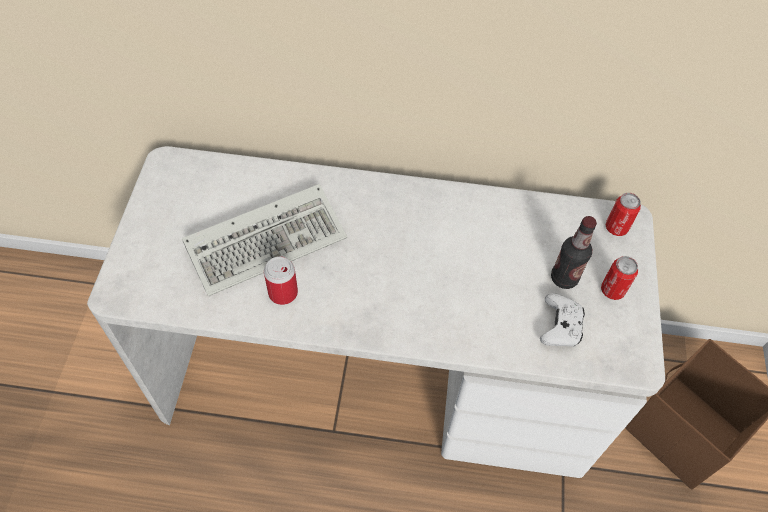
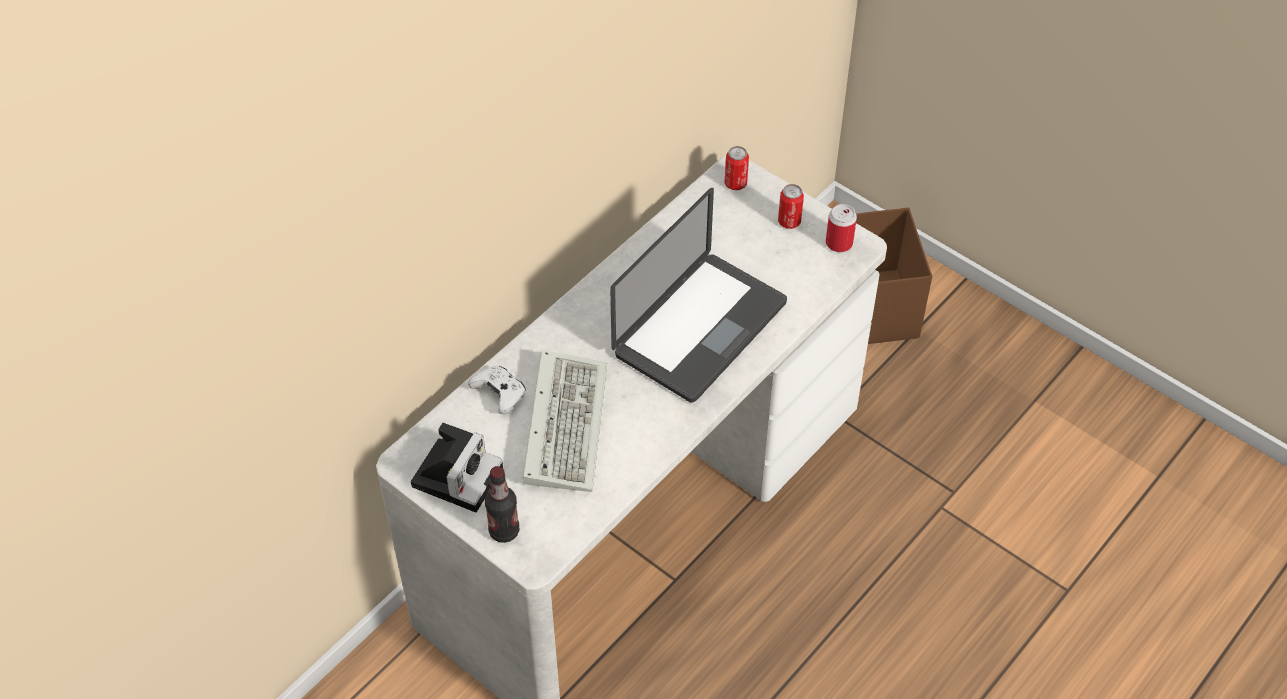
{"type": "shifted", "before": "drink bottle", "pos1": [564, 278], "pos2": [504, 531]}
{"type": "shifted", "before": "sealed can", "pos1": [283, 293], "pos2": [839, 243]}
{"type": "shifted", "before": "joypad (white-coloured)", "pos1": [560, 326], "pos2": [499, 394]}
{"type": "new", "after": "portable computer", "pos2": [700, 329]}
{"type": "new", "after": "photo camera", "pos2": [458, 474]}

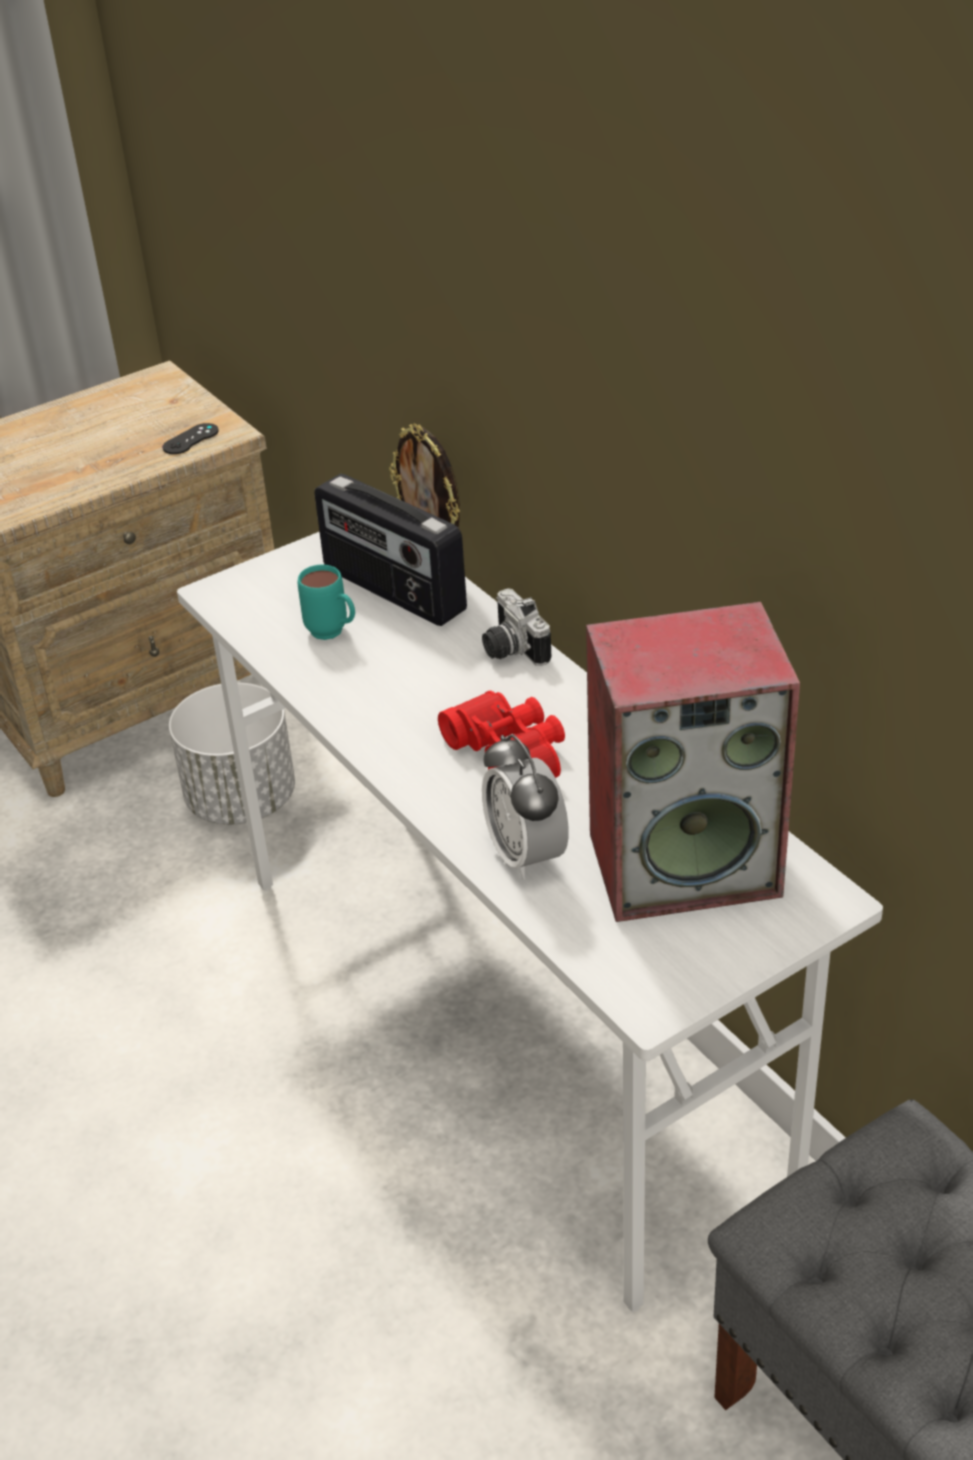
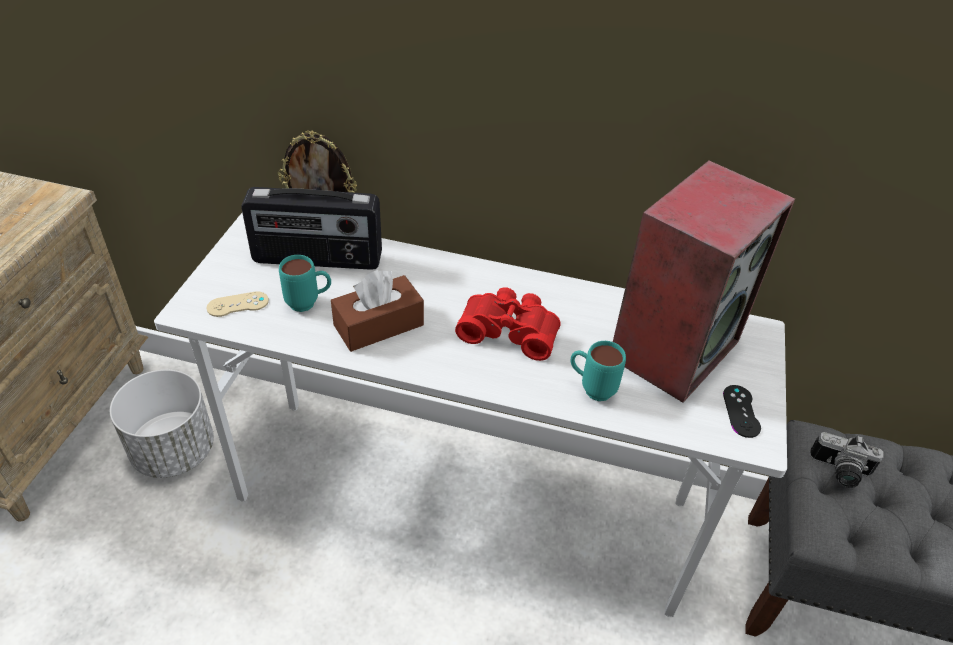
{"type": "shifted", "before": "joypad (black)", "pos1": [190, 439], "pos2": [741, 411]}
{"type": "shifted", "before": "photo camera", "pos1": [510, 649], "pos2": [839, 472]}
{"type": "swapped", "before": "table clock", "after": "mug (turquoise)", "pos1": [526, 855], "pos2": [591, 388]}
{"type": "new", "after": "tissue holder (brown-coloured)", "pos2": [378, 325]}
{"type": "new", "after": "joypad (beige-coloured)", "pos2": [238, 304]}

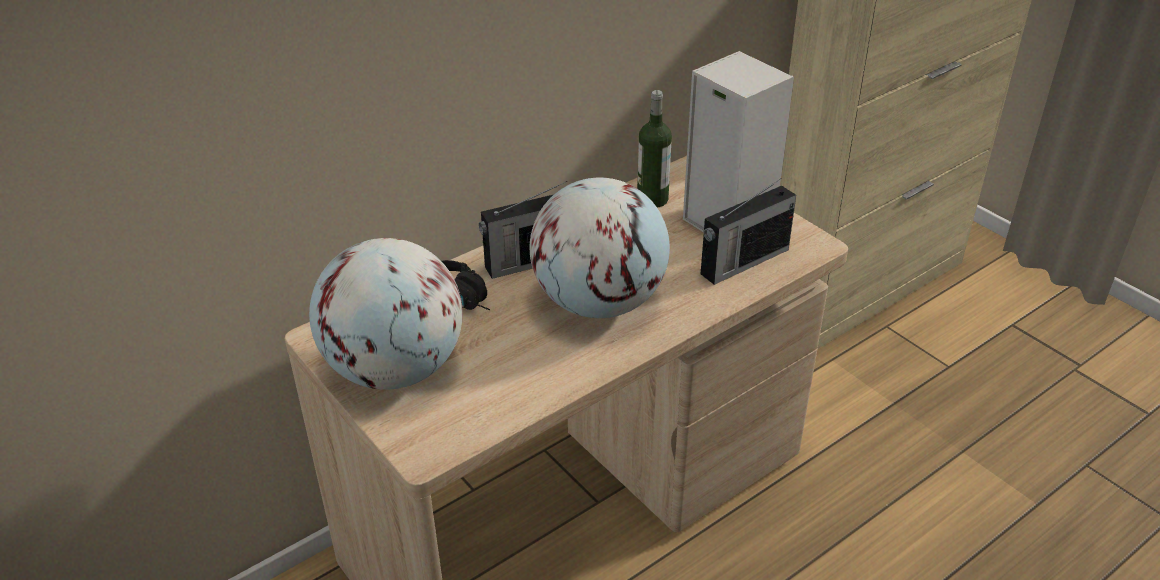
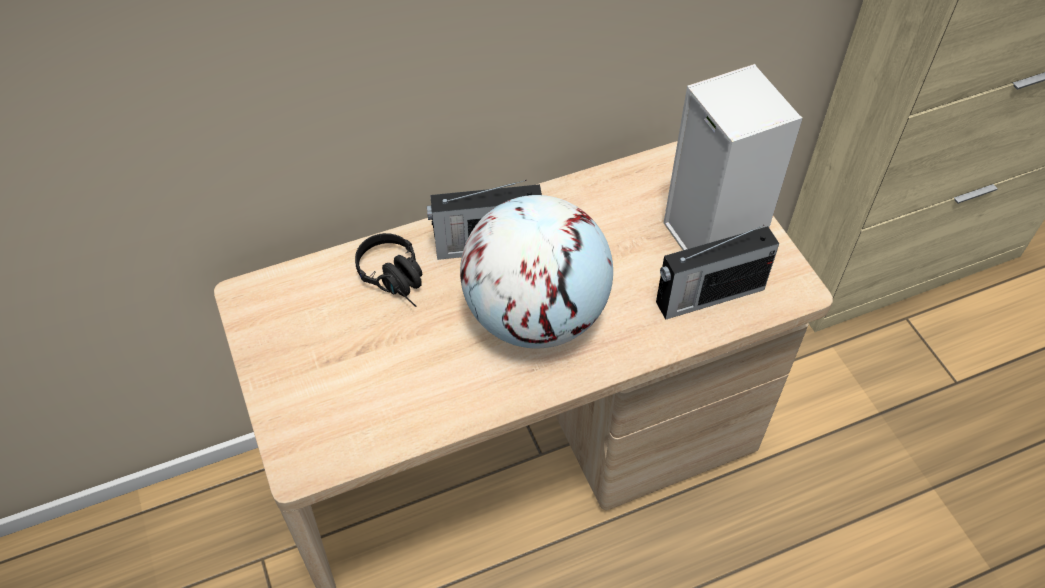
{"type": "gone", "before": "drink bottle", "pos1": [652, 199]}
{"type": "gone", "before": "world globe", "pos1": [395, 369]}

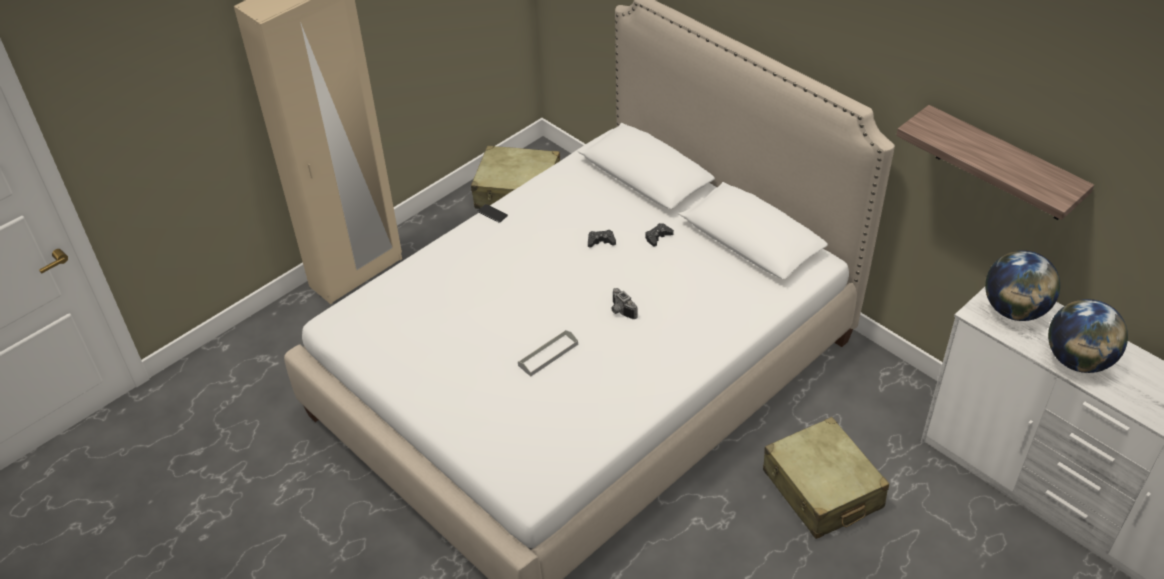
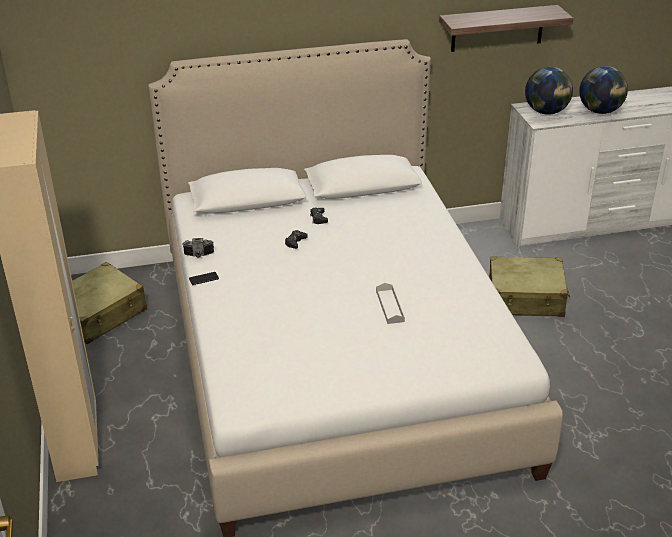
{"type": "shifted", "before": "photo camera", "pos1": [620, 311], "pos2": [198, 255]}

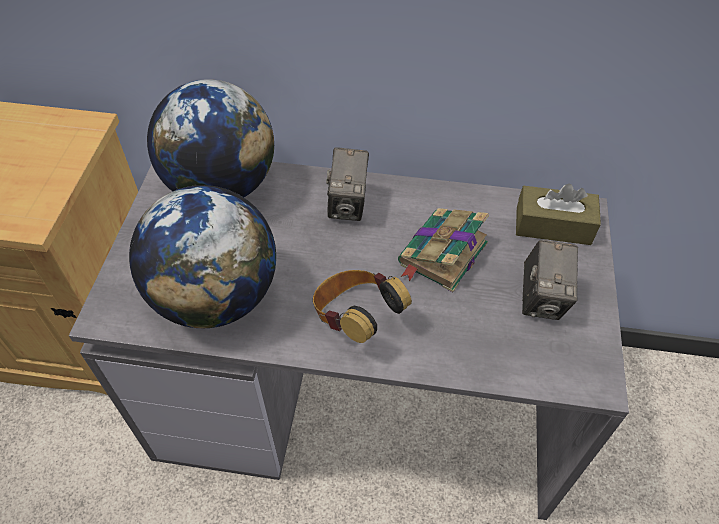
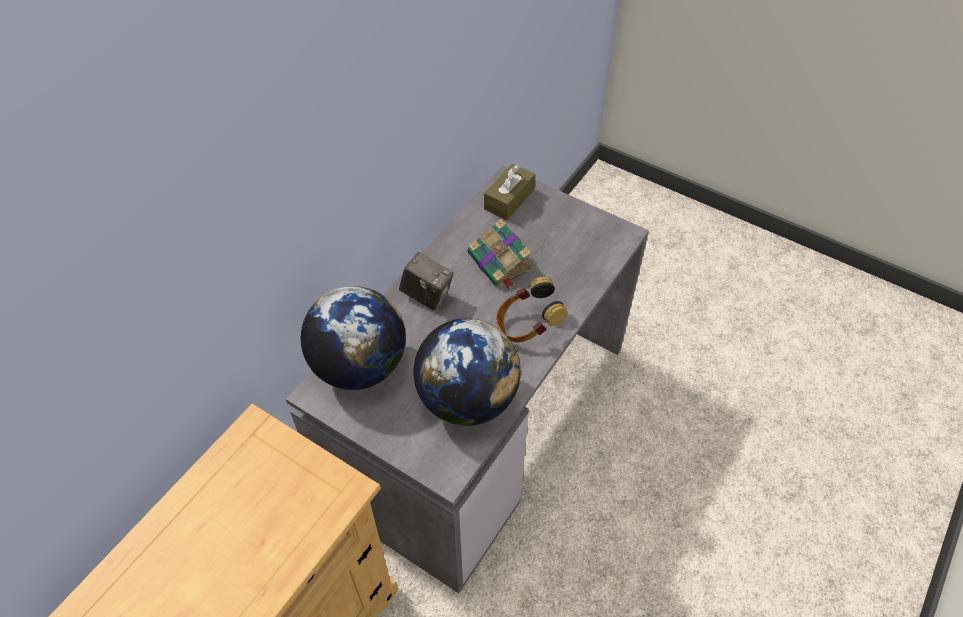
{"type": "gone", "before": "photo camera", "pos1": [542, 298]}

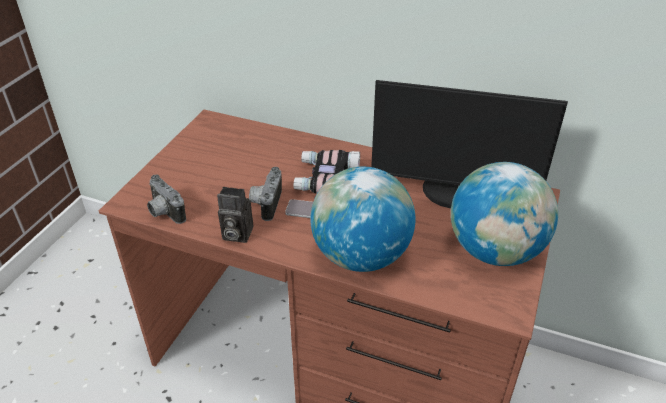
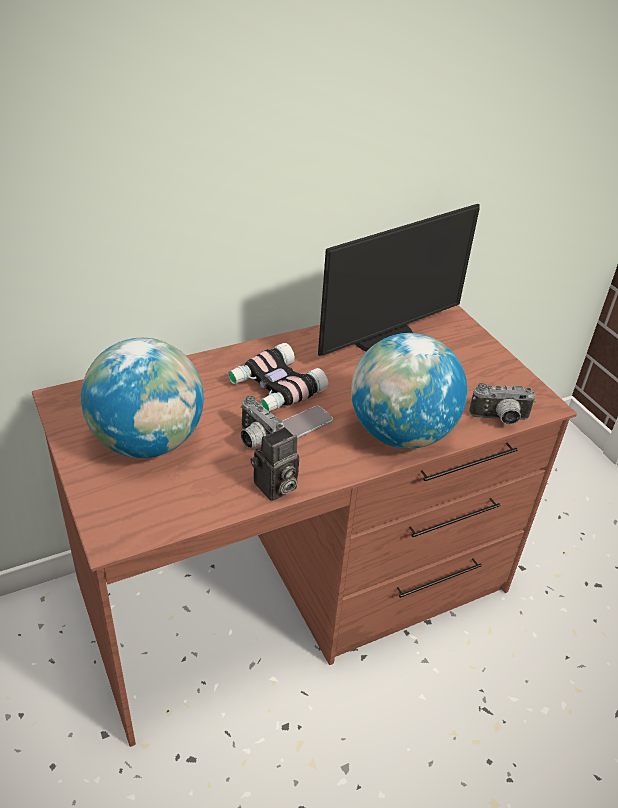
{"type": "shifted", "before": "world globe", "pos1": [495, 251], "pos2": [148, 442]}
{"type": "shifted", "before": "photo camera", "pos1": [164, 213], "pos2": [500, 419]}

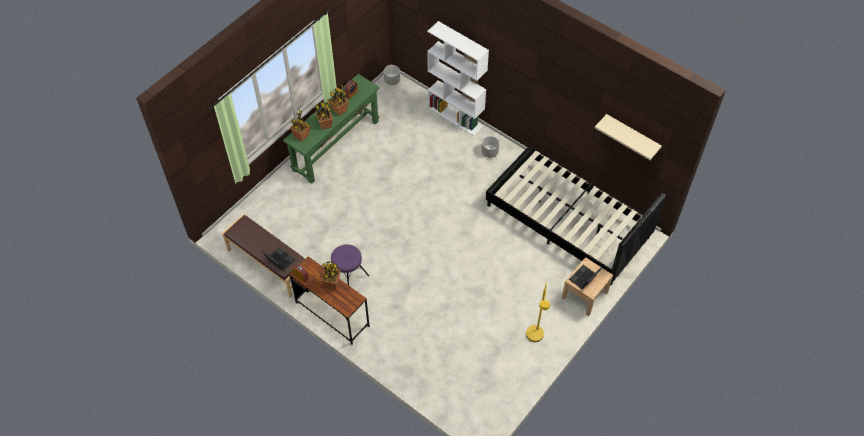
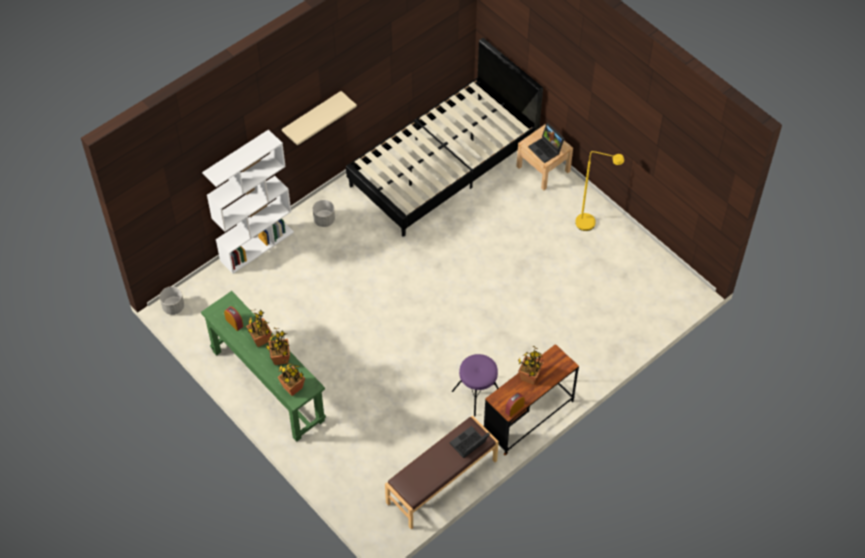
{"type": "shifted", "before": "wall shelf (beige-coloured)", "pos1": [632, 135], "pos2": [312, 116]}

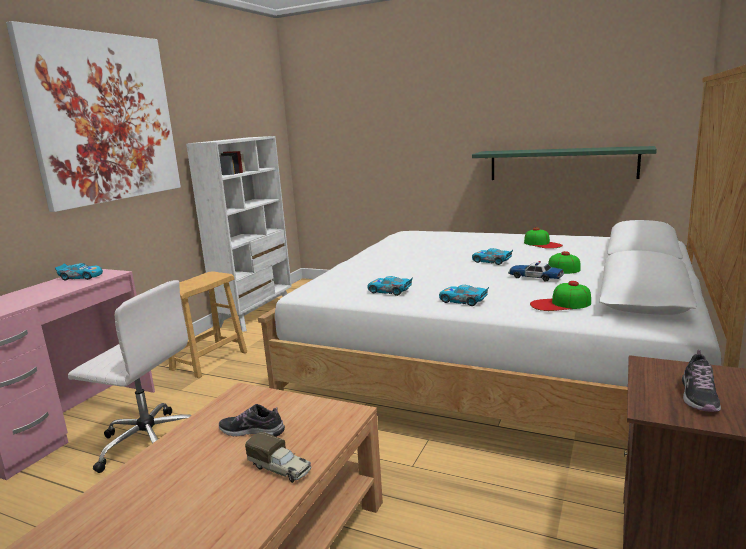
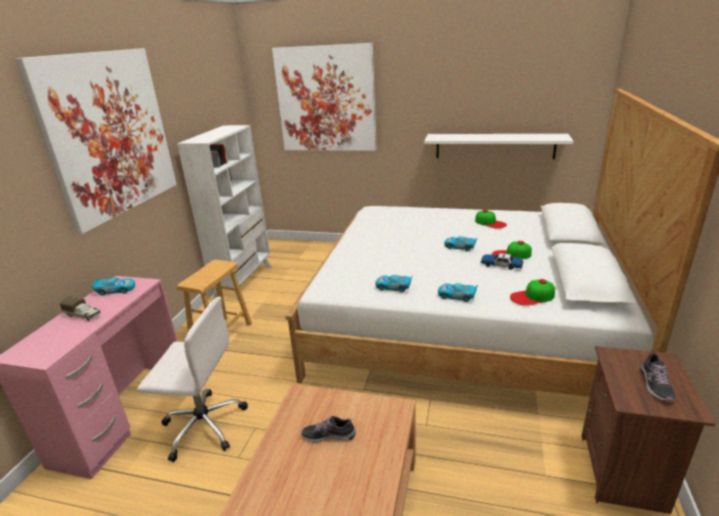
{"type": "repainted", "before": "wall shelf (green-coloured)", "after": "wall shelf (white-coloured)", "pos1": [562, 164], "pos2": [494, 146]}
{"type": "shifted", "before": "toy truck", "pos1": [281, 469], "pos2": [83, 315]}
{"type": "new", "after": "picture", "pos2": [326, 99]}

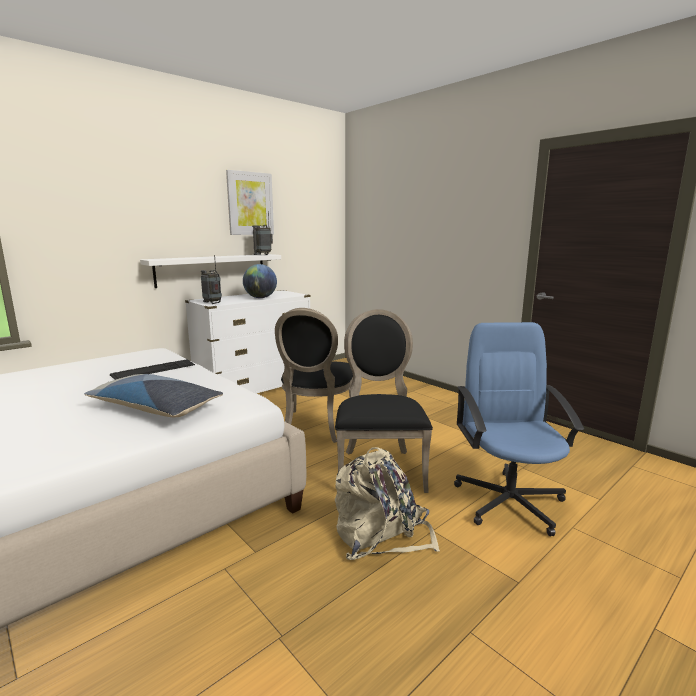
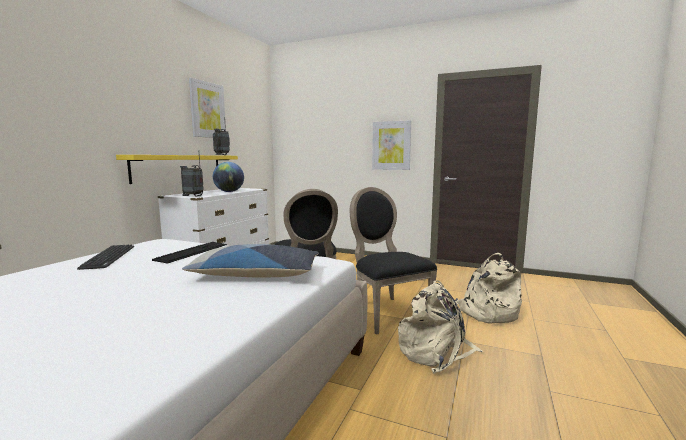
{"type": "repainted", "before": "wall shelf (white-coloured)", "after": "wall shelf (yellow-coloured)", "pos1": [212, 270], "pos2": [179, 168]}
{"type": "swapped", "before": "office chair (blue)", "after": "rucksack (beige-coloured)", "pos1": [509, 501], "pos2": [486, 313]}
{"type": "new", "after": "picture", "pos2": [391, 145]}
{"type": "new", "after": "computer keyboard", "pos2": [109, 257]}

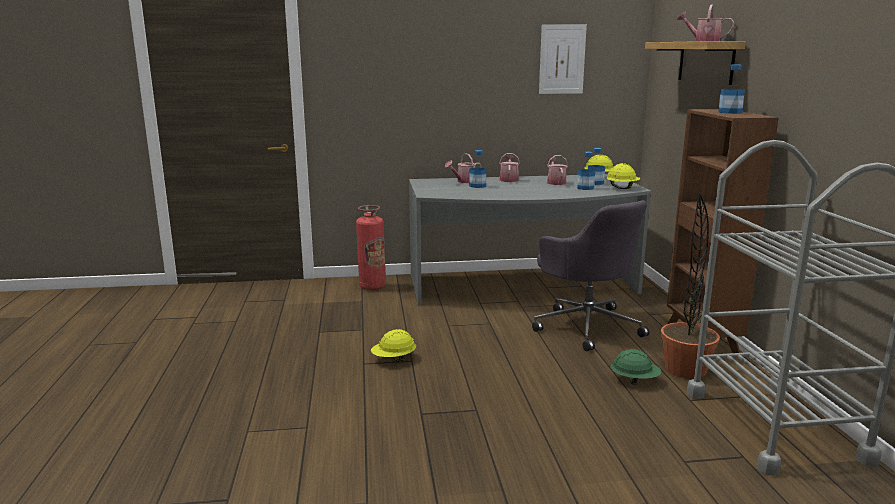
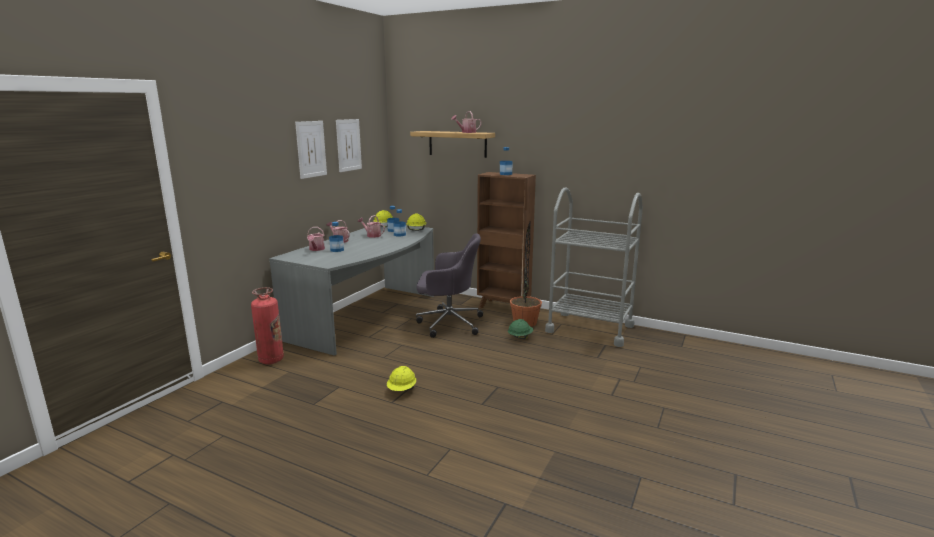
{"type": "new", "after": "picture", "pos2": [311, 149]}

